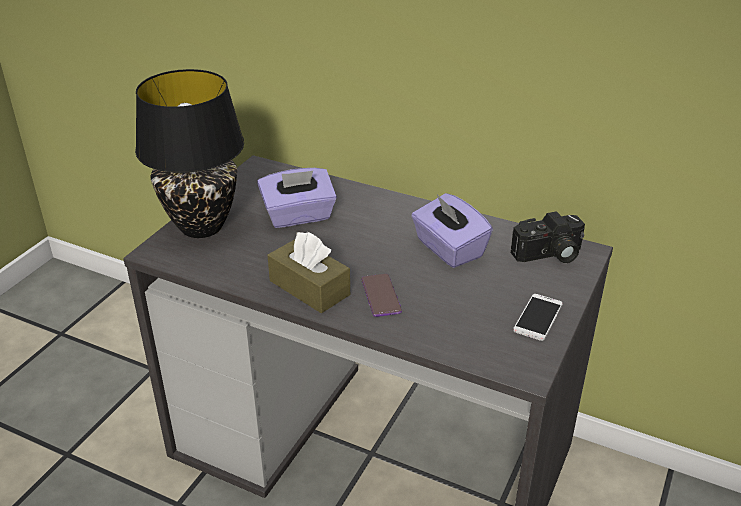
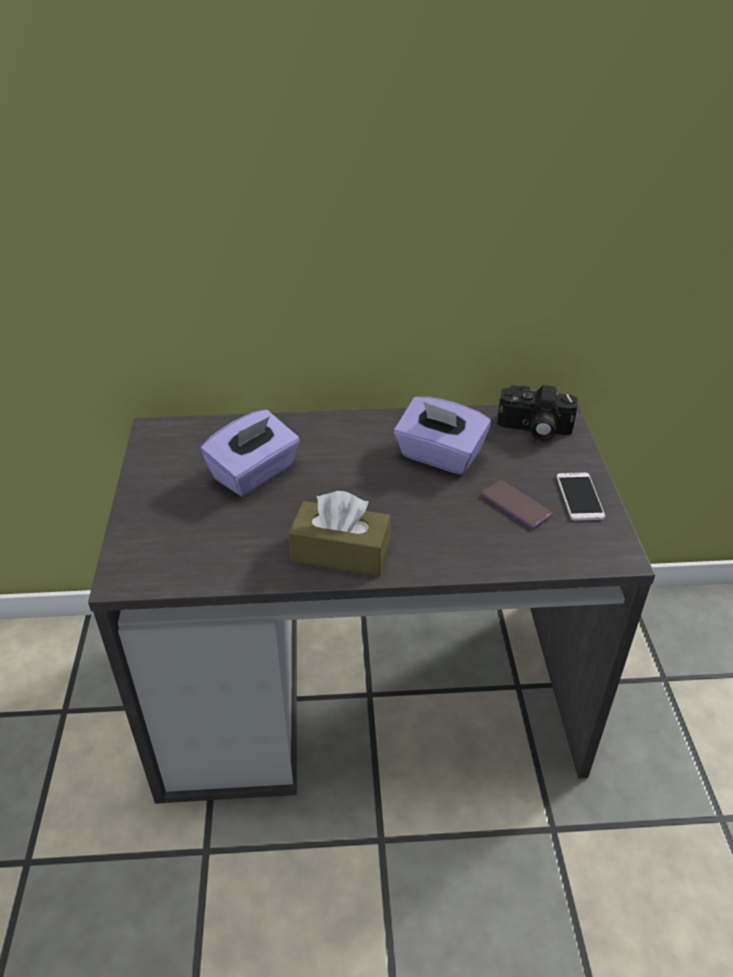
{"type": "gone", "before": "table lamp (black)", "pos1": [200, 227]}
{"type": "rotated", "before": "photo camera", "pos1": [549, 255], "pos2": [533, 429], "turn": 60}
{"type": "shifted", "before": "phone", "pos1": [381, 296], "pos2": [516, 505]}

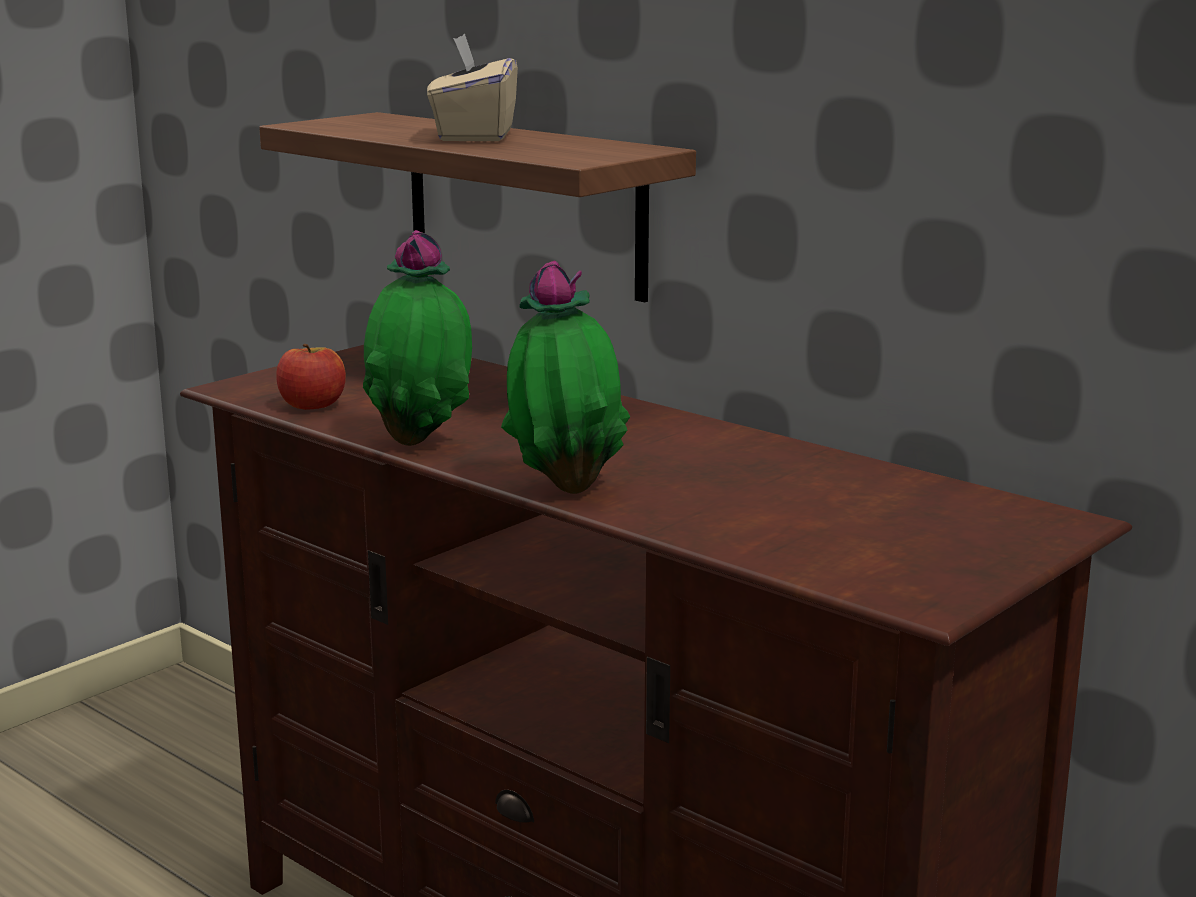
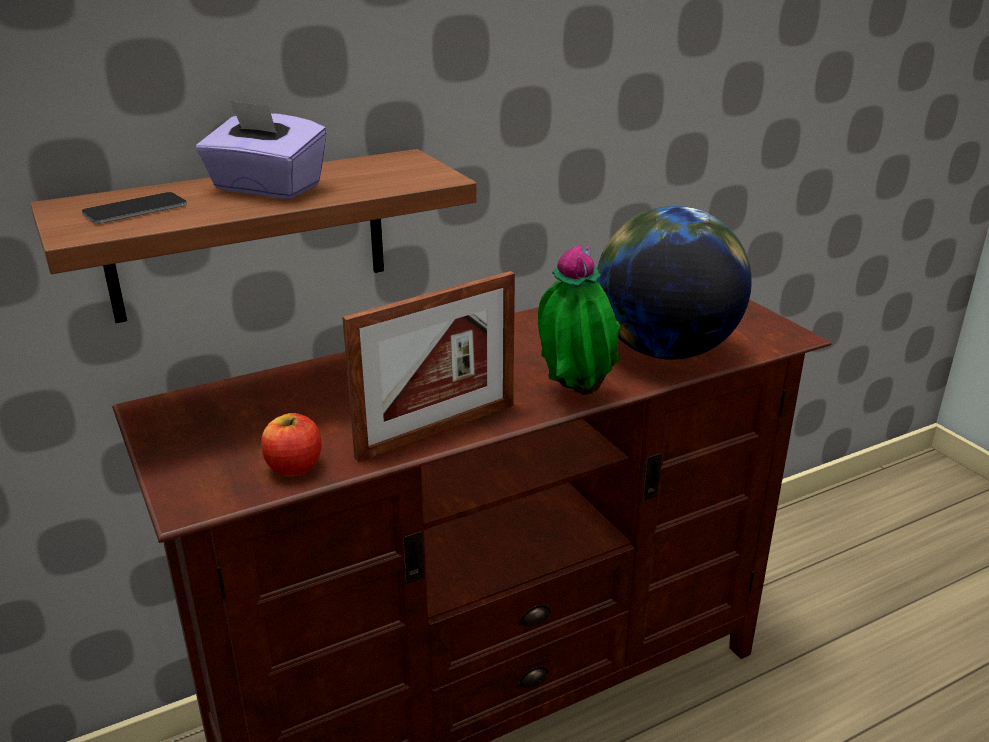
{"type": "repainted", "before": "tissue holder (beige-coloured)", "after": "tissue holder (purple-coloured)", "pos1": [474, 136], "pos2": [266, 188]}
{"type": "swapped", "before": "plant in a pot", "after": "standing frame", "pos1": [422, 442], "pos2": [437, 430]}
{"type": "new", "after": "phone", "pos2": [135, 209]}
{"type": "new", "after": "world globe", "pos2": [664, 350]}

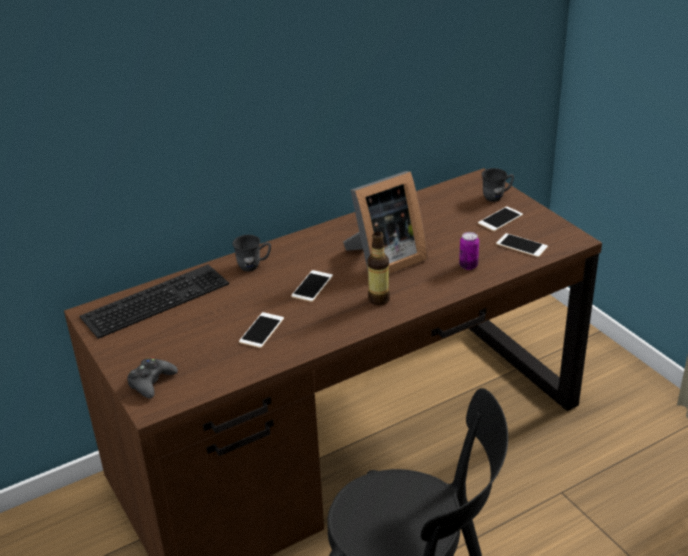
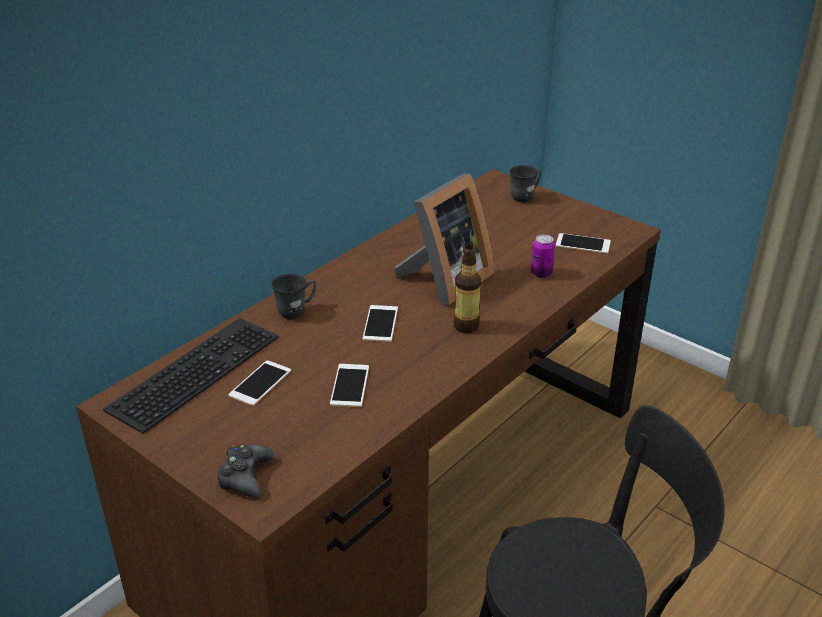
{"type": "shifted", "before": "phone", "pos1": [500, 219], "pos2": [260, 383]}

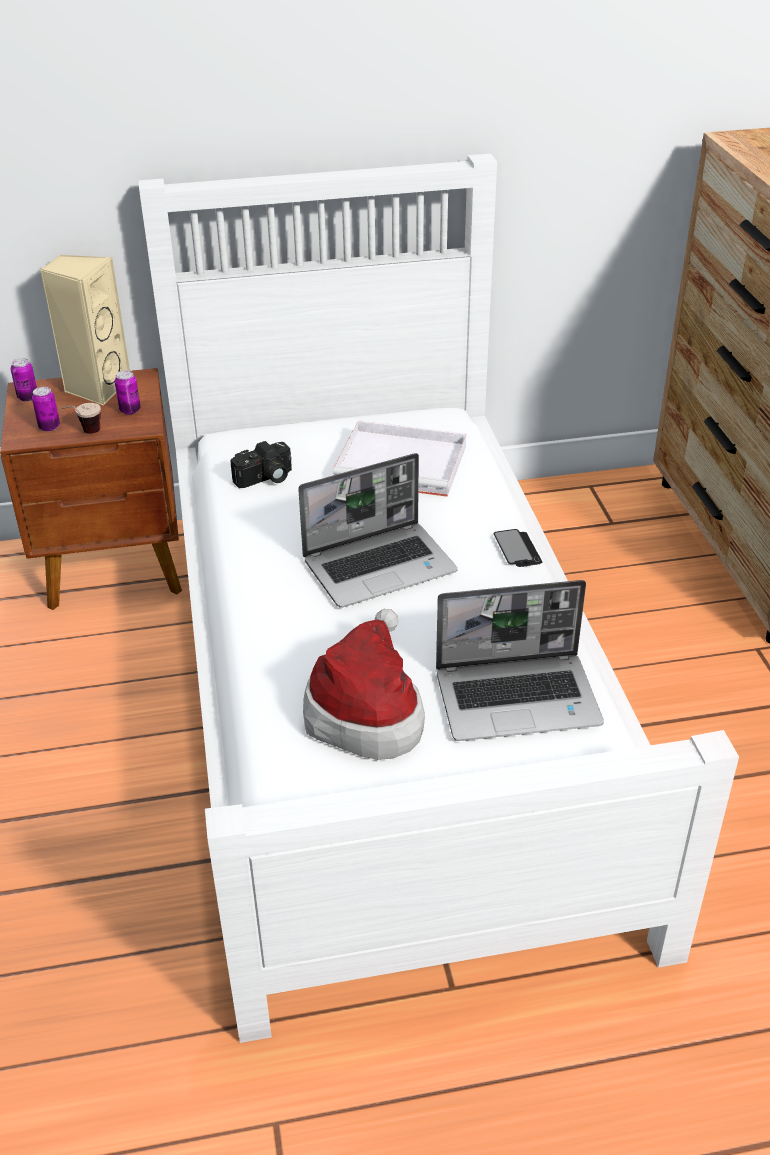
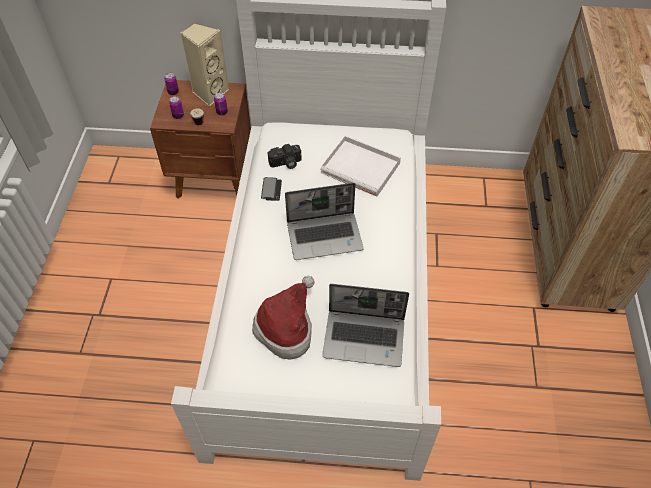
{"type": "shifted", "before": "phone", "pos1": [517, 549], "pos2": [271, 189]}

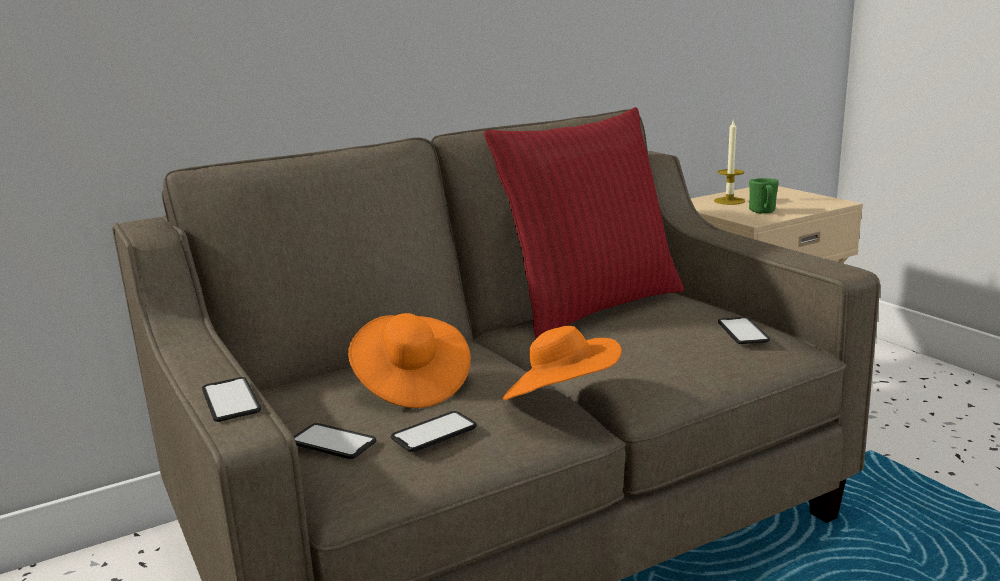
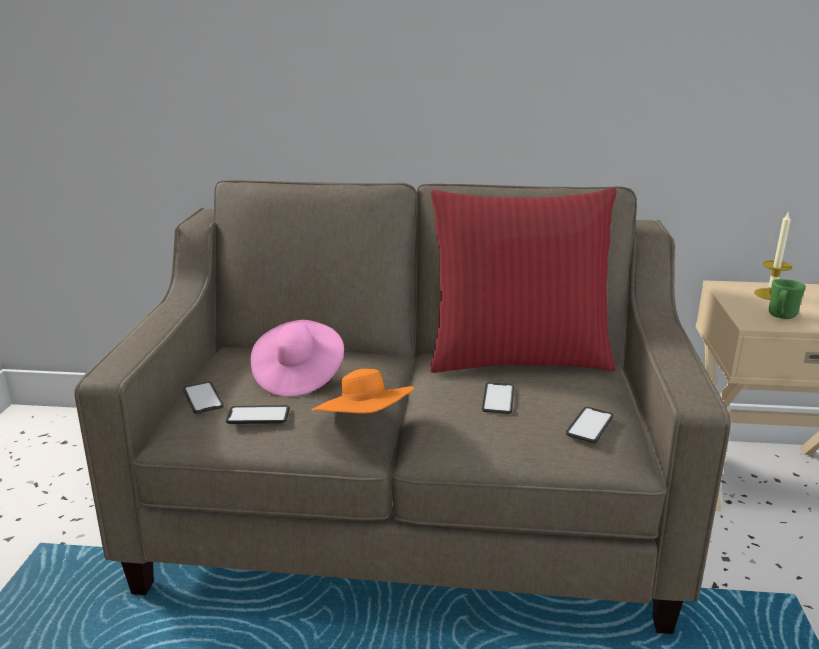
{"type": "repainted", "before": "hat (orange-coloured)", "after": "hat (pink)", "pos1": [410, 385], "pos2": [298, 376]}
{"type": "shifted", "before": "phone", "pos1": [231, 400], "pos2": [498, 399]}

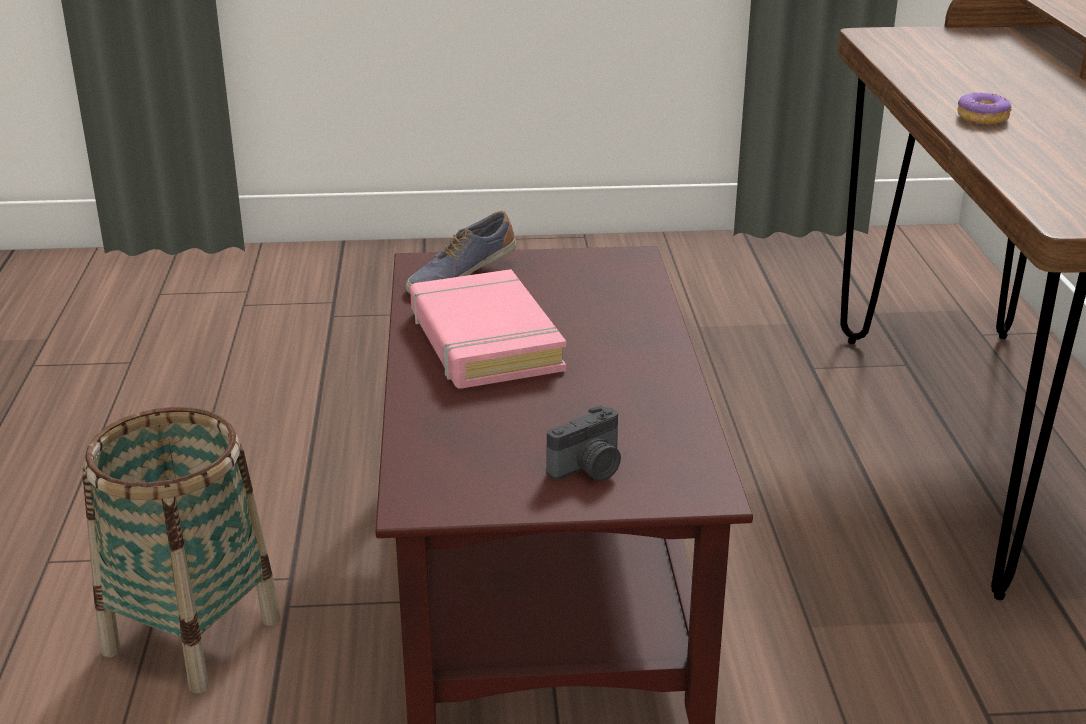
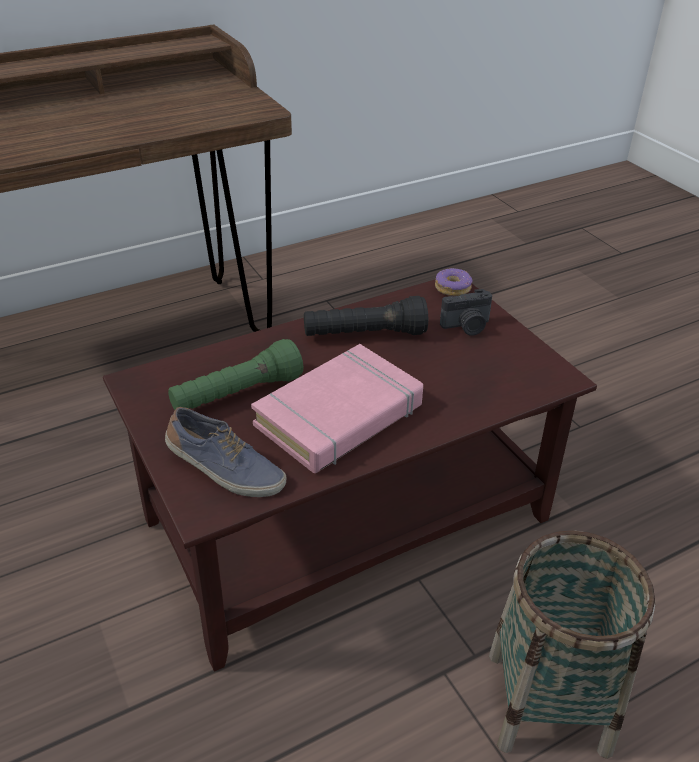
{"type": "shifted", "before": "ring doughnut", "pos1": [983, 118], "pos2": [453, 288]}
{"type": "rotated", "before": "photo camera", "pos1": [589, 469], "pos2": [467, 326], "turn": 135}
{"type": "new", "after": "hand torch (black)", "pos2": [364, 335]}
{"type": "new", "after": "hand torch (green-coloured)", "pos2": [237, 395]}

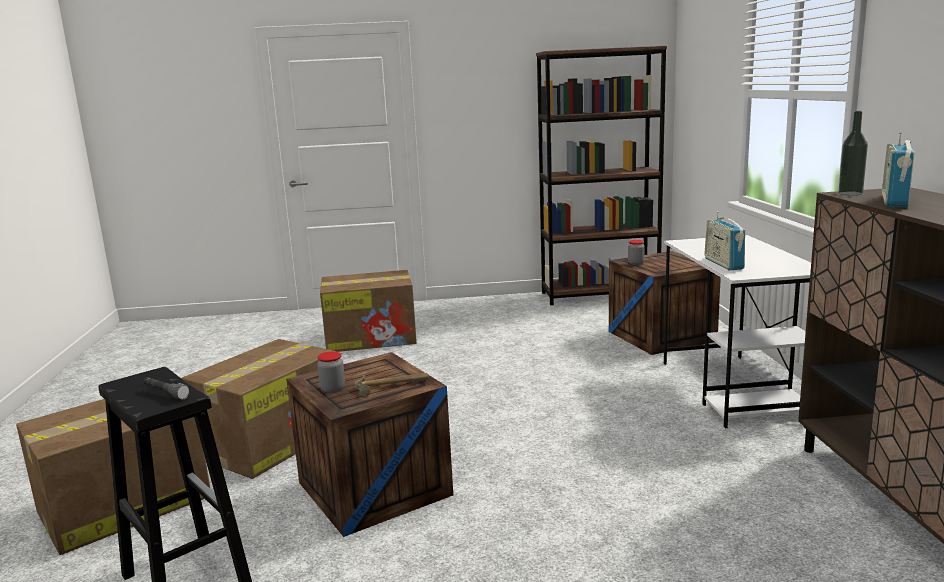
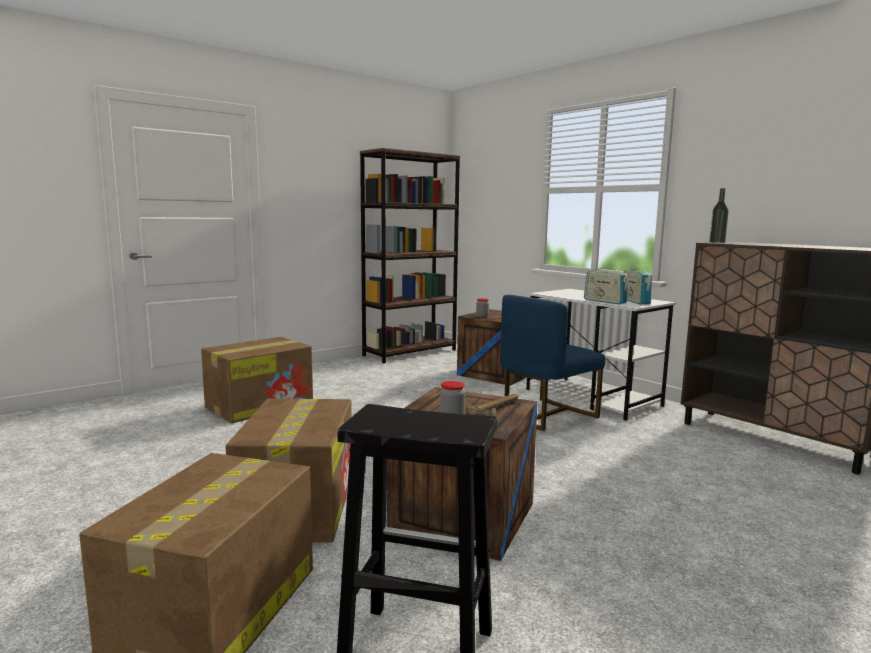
{"type": "shifted", "before": "radio set", "pos1": [894, 201], "pos2": [635, 301]}
{"type": "gone", "before": "hand torch (grey)", "pos1": [166, 393]}
{"type": "new", "after": "chair (blue)", "pos2": [546, 415]}

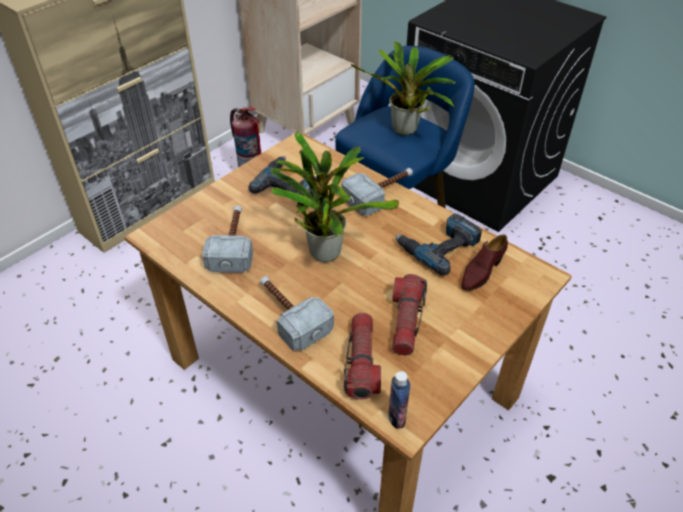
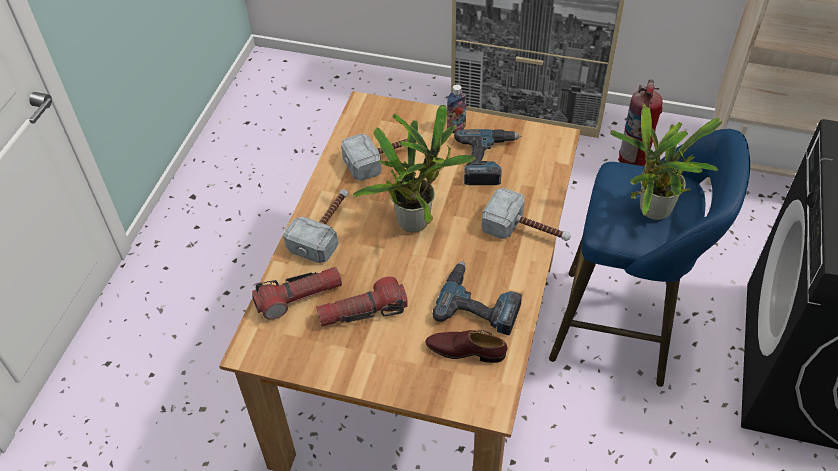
{"type": "shifted", "before": "drink bottle", "pos1": [397, 417], "pos2": [456, 128]}

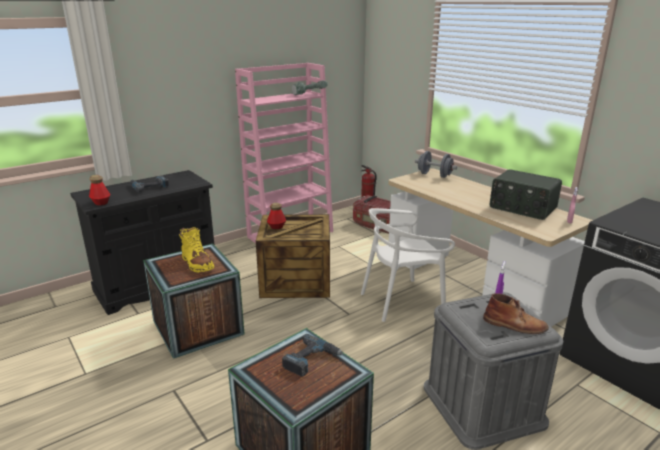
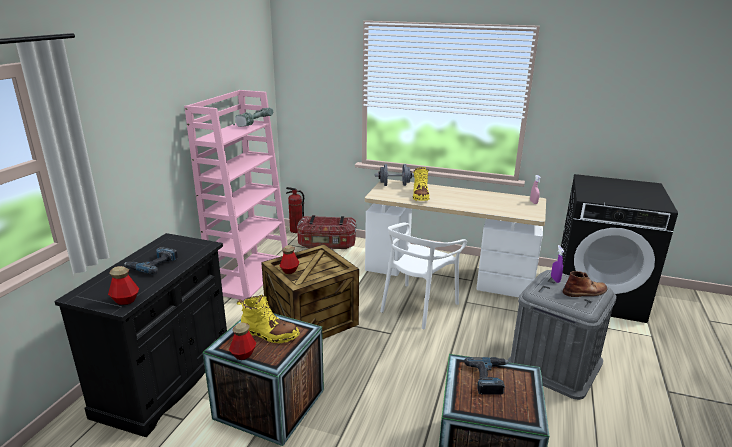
{"type": "gone", "before": "radio set", "pos1": [522, 208]}
{"type": "new", "after": "boot (yellow-coloured)", "pos2": [420, 196]}
{"type": "new", "after": "drink bottle", "pos2": [243, 354]}

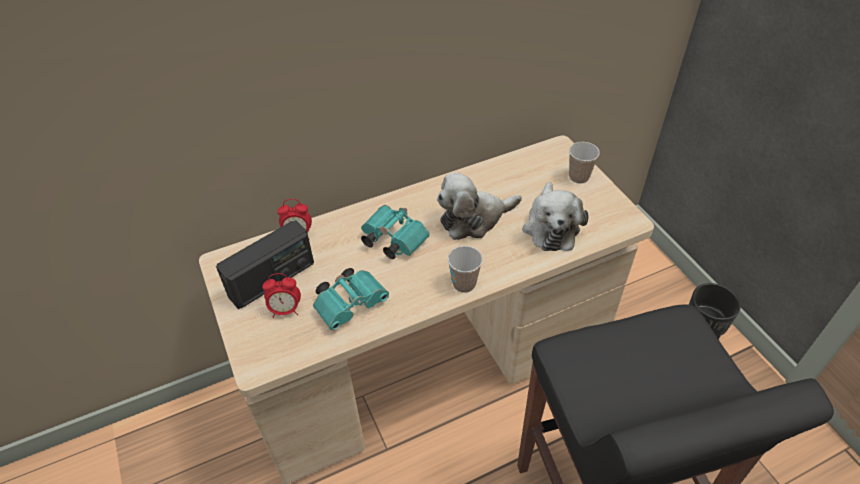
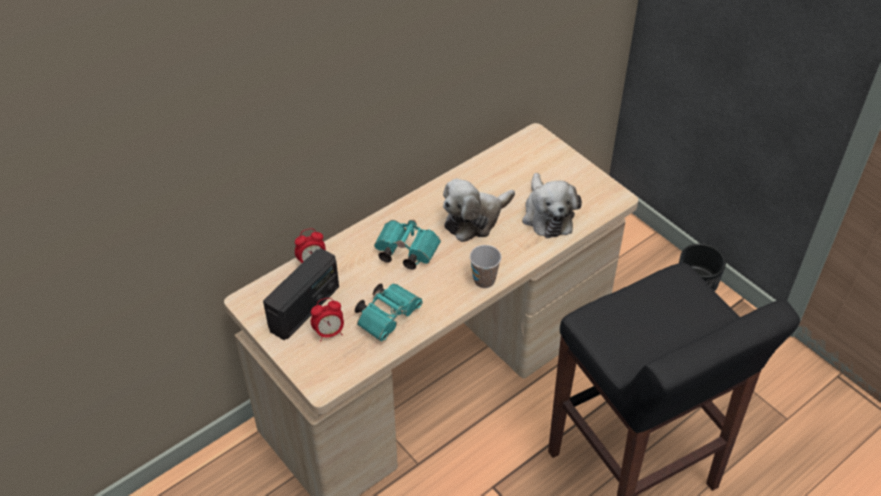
{"type": "gone", "before": "small cup", "pos1": [579, 177]}

